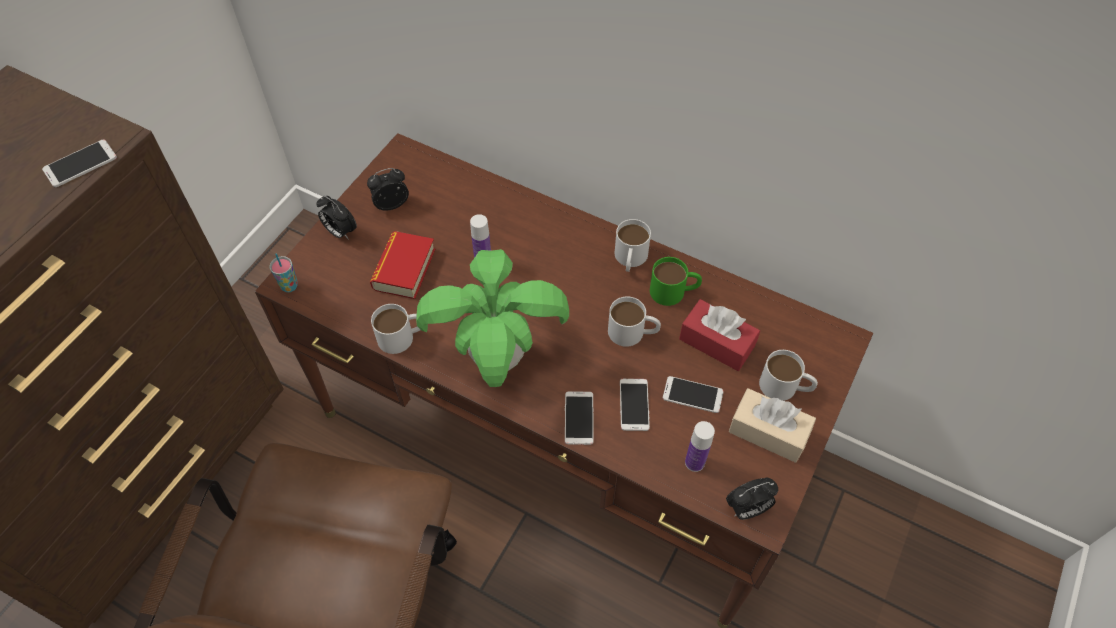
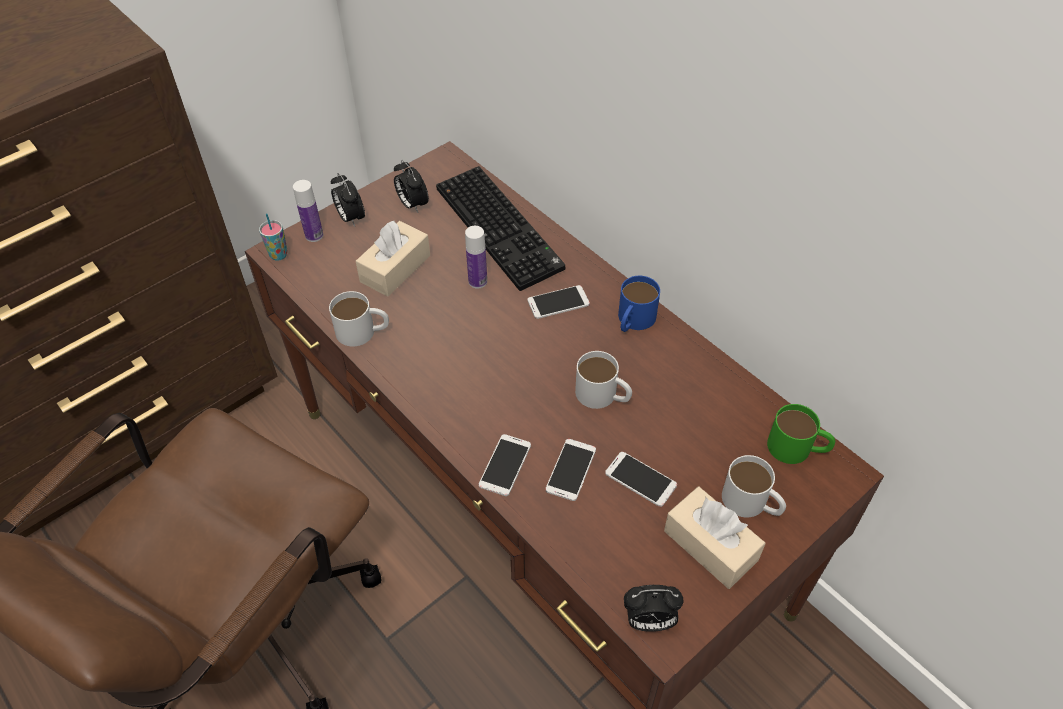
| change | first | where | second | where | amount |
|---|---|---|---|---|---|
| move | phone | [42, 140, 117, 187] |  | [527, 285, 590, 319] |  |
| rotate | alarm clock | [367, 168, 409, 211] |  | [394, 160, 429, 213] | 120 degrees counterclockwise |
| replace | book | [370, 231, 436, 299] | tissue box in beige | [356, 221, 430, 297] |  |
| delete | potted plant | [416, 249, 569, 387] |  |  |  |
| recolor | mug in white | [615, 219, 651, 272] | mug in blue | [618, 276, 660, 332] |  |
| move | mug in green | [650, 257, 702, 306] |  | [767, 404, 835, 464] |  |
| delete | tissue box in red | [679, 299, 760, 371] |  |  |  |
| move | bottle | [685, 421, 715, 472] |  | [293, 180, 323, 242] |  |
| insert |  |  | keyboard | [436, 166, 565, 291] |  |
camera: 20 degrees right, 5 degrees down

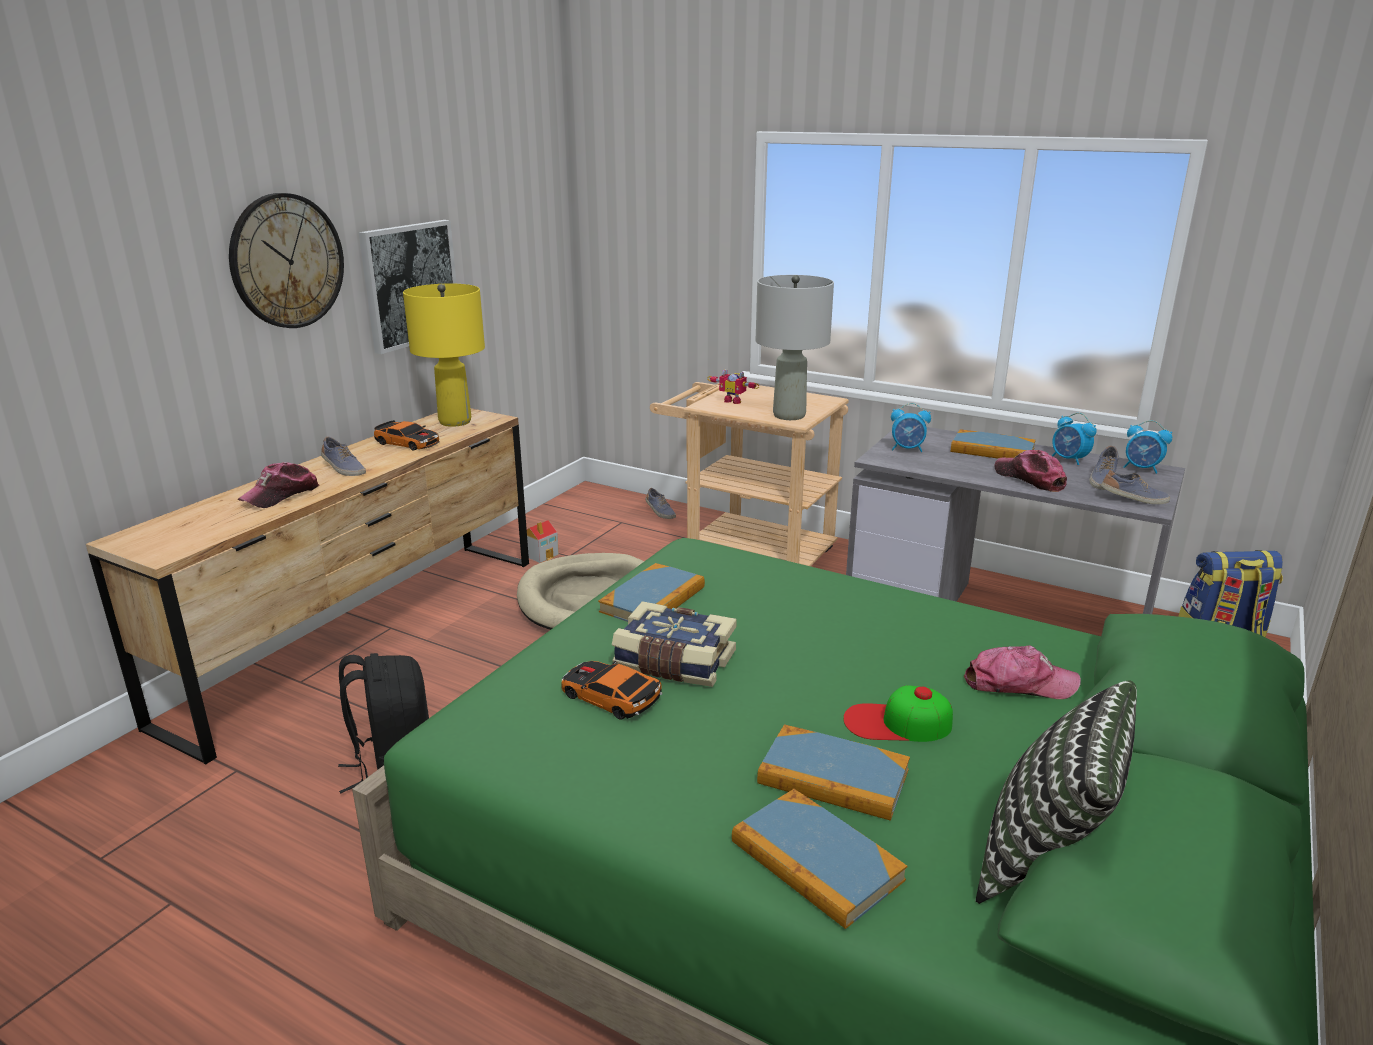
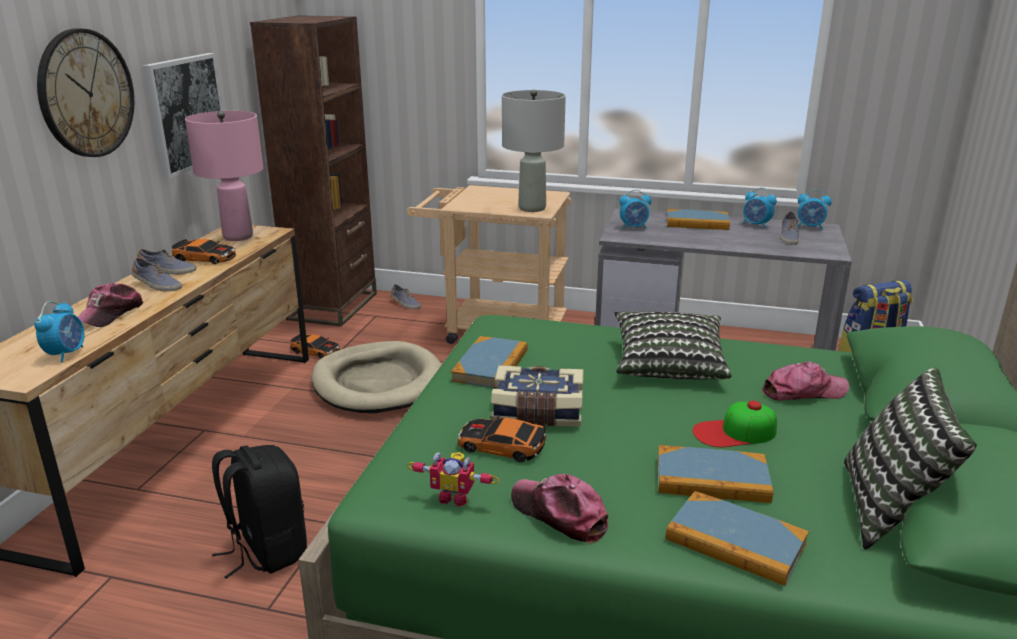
| change | first | where | second | where | amount |
|---|---|---|---|---|---|
| recolor | table lamp in yellow | [403, 284, 485, 427] | table lamp in pink | [185, 111, 263, 241] |  |
| replace | toy house | [527, 520, 559, 563] | toy car | [290, 334, 340, 359] |  |
| move | toy robot | [707, 369, 759, 404] |  | [407, 452, 499, 507] |  |
| move | cap | [994, 450, 1067, 492] |  | [511, 474, 608, 544] |  |
| move | shoe | [1101, 470, 1170, 505] |  | [137, 249, 196, 274] |  |
| insert |  |  | alarm clock | [34, 301, 84, 363] |  |
| insert |  |  | bookcase in brown | [250, 15, 377, 326] |  |
| insert |  |  | pillow | [614, 311, 732, 379] |  |
camera: 15 degrees left, 0 degrees up

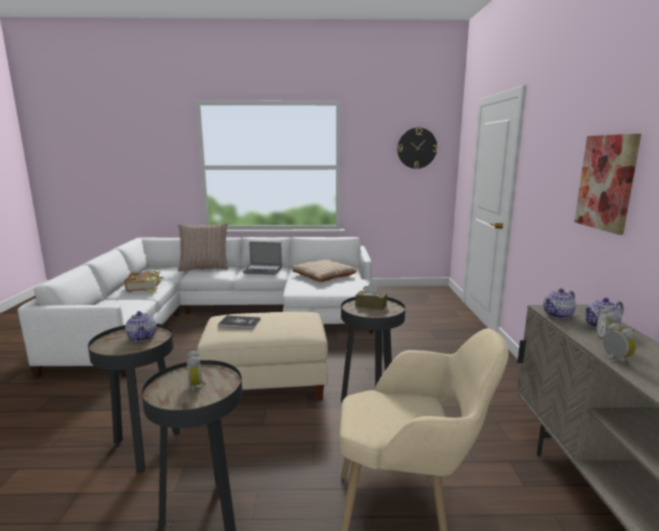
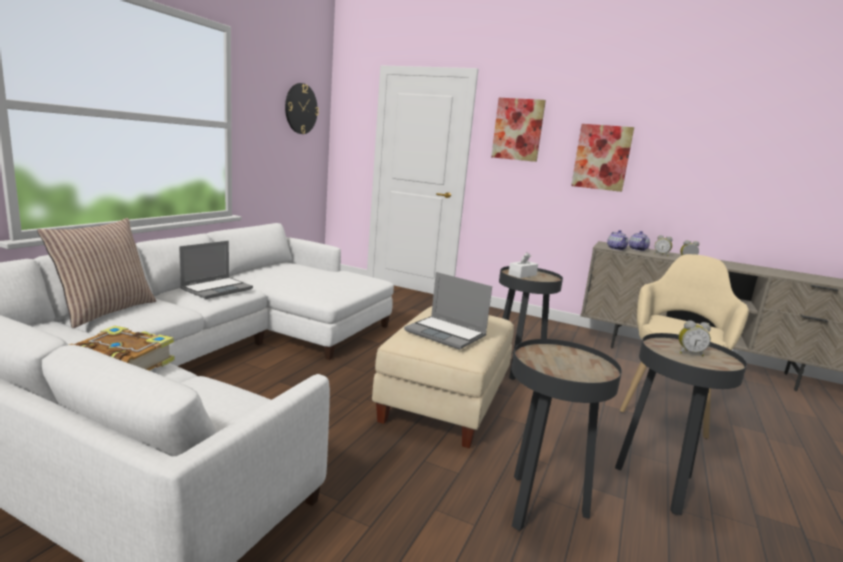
| change | first | where | second | where | amount |
|---|---|---|---|---|---|
| delete | teapot | [125, 311, 157, 342] |  |  |  |
| replace | book | [218, 316, 261, 329] | laptop | [404, 272, 492, 350] |  |
| delete | pillow in beige | [292, 259, 356, 282] |  |  |  |
| recolor | tissue box in brown | [356, 283, 387, 310] | tissue box in white | [508, 252, 538, 278] |  |
| insert |  |  | picture | [491, 98, 546, 162] |  |
camera: 65 degrees left, 0 degrees up

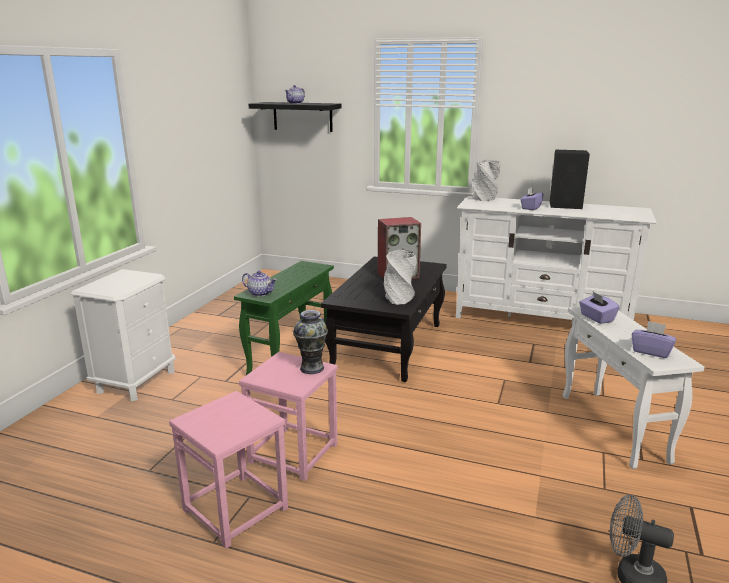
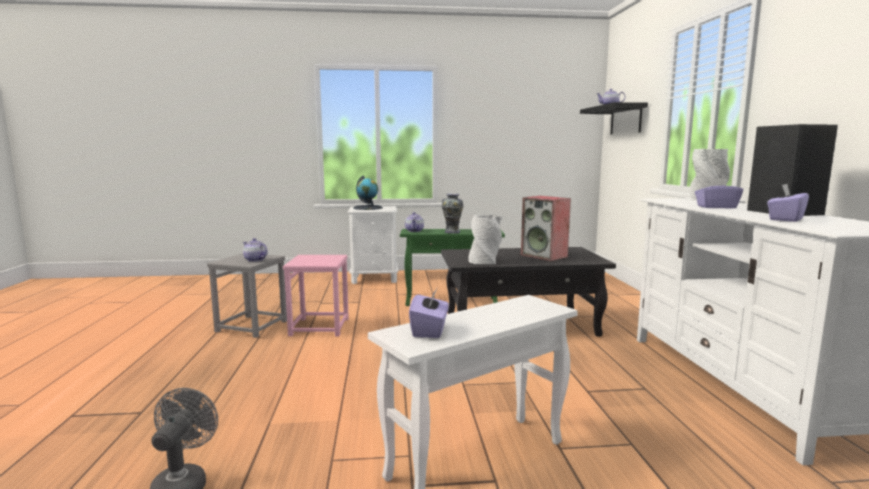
| change | first | where | second | where | amount |
|---|---|---|---|---|---|
| recolor | stool in pink | [169, 391, 288, 548] | stool in grey | [207, 253, 287, 338] |  |
| move | vase | [293, 310, 328, 374] |  | [441, 193, 464, 234] |  |
| move | tissue box in purple | [579, 292, 620, 324] |  | [767, 184, 809, 222] |  |
| insert |  |  | teapot | [243, 238, 268, 262] |  |
| insert |  |  | globe | [353, 175, 383, 210] |  |
camera: 65 degrees right, 10 degrees down

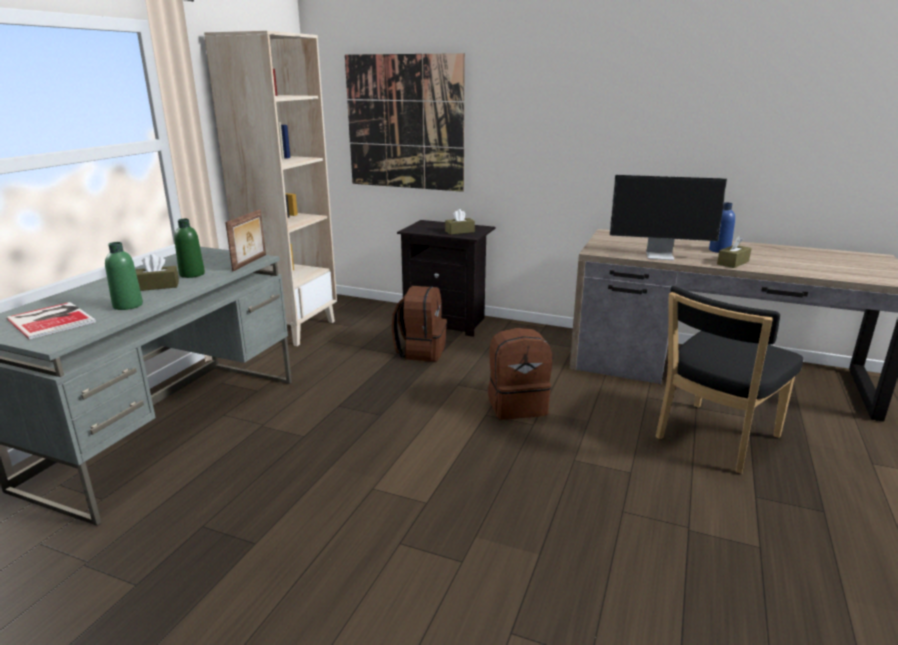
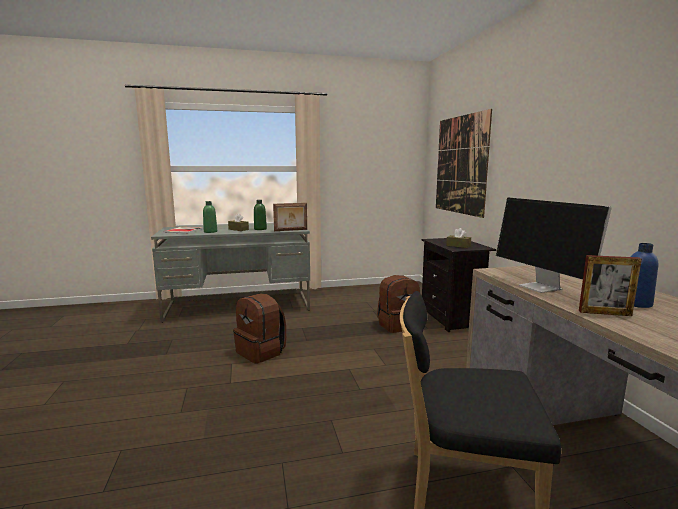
| change | first | where | second | where | amount |
|---|---|---|---|---|---|
| delete | bookcase in beige | [204, 31, 337, 346] |  |  |  |
| move | backpack in brown | [488, 328, 552, 420] |  | [233, 293, 286, 364] |  |
| replace | tissue box in brown | [717, 236, 752, 268] | picture frame | [579, 255, 642, 316] |  |
camera: 55 degrees right, 10 degrees down

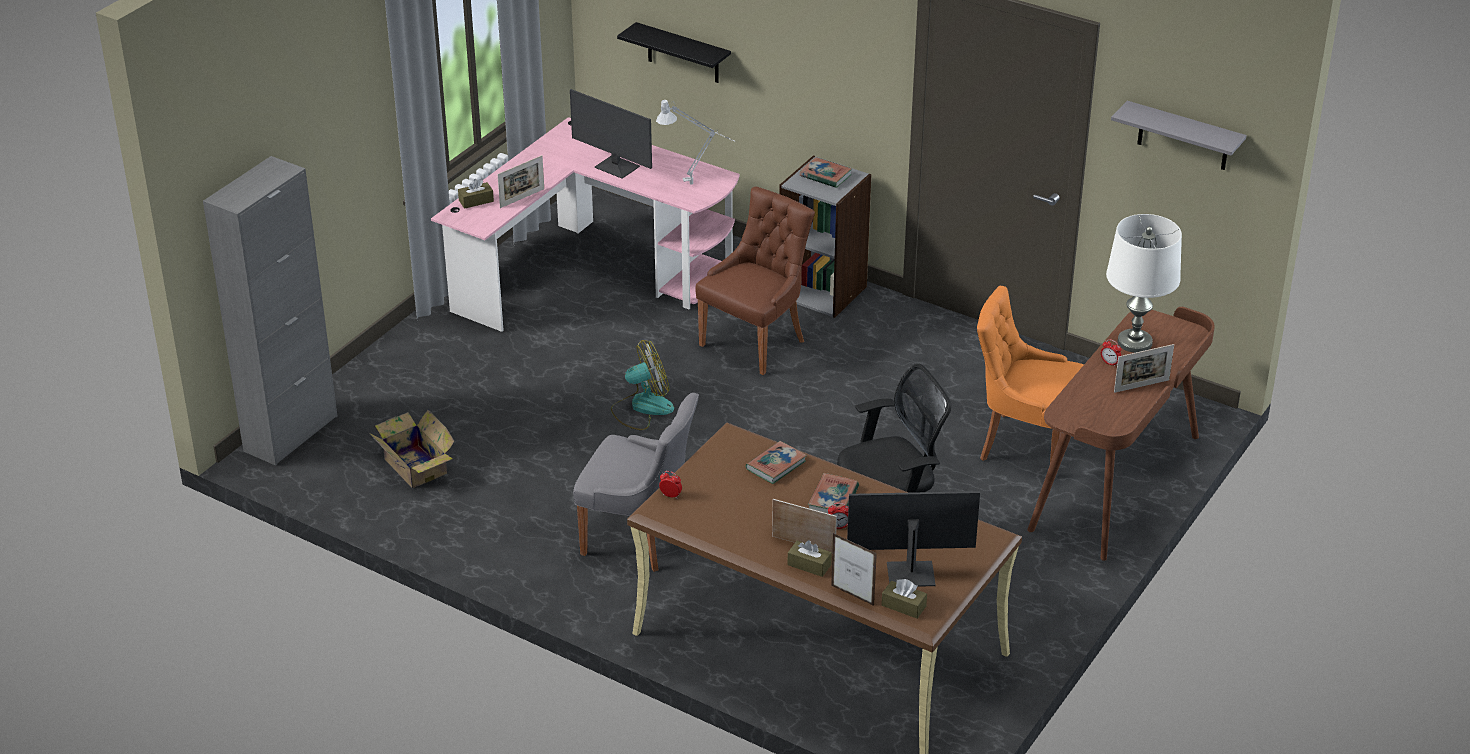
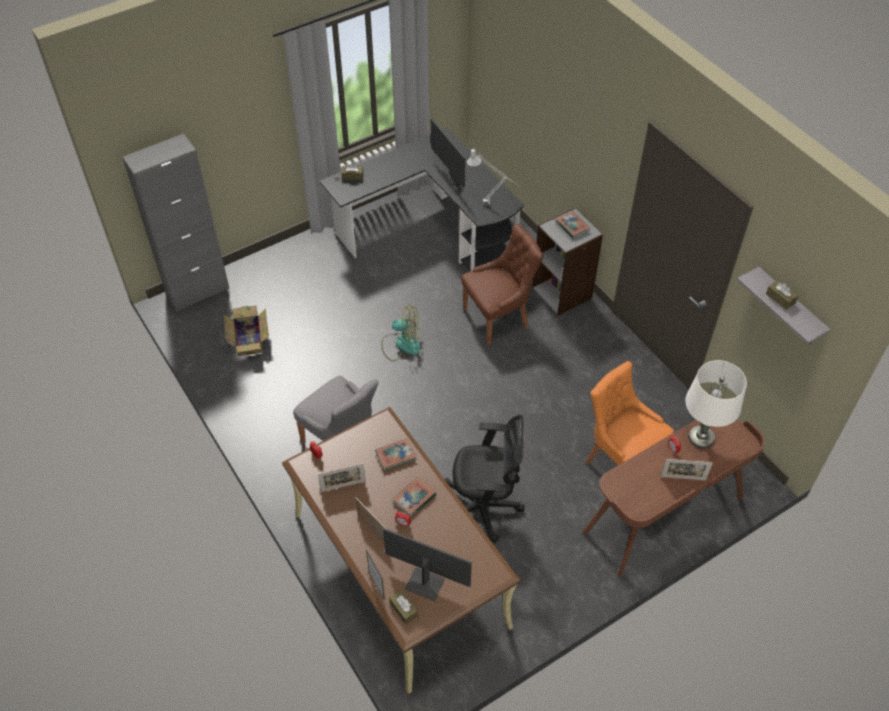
| change | first | where | second | where | amount |
|---|---|---|---|---|---|
| recolor | desk in pink | [431, 117, 739, 332] | desk in black | [319, 128, 524, 271] |  |
| move | picture frame | [498, 155, 544, 208] |  | [318, 463, 366, 492] |  |
| delete | shelf in black | [617, 22, 731, 83] |  |  |  |
| move | tissue box in brown | [787, 540, 832, 577] |  | [766, 280, 799, 310] |  |
camera: 25 degrees right, 15 degrees up

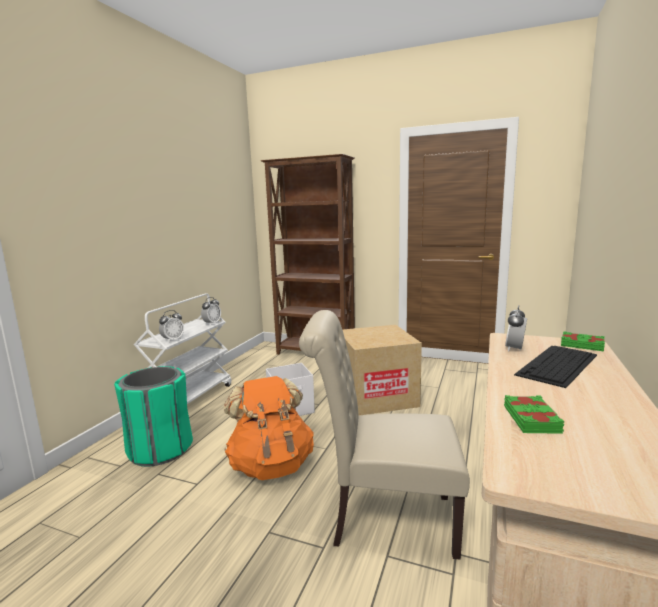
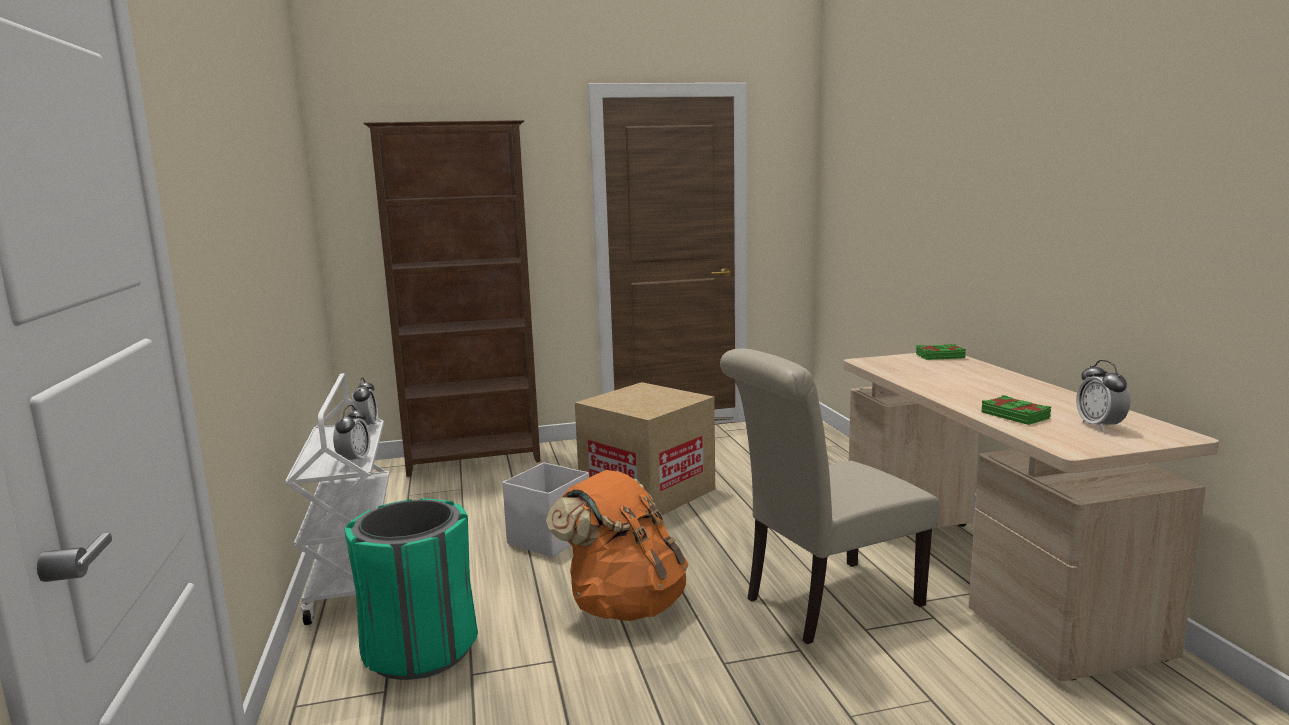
| change | first | where | second | where | amount |
|---|---|---|---|---|---|
| move | alarm clock | [505, 305, 527, 351] |  | [1076, 360, 1130, 431] |  |
| delete | keyboard | [514, 346, 597, 388] |  |  |  |
camera: 35 degrees left, 0 degrees up

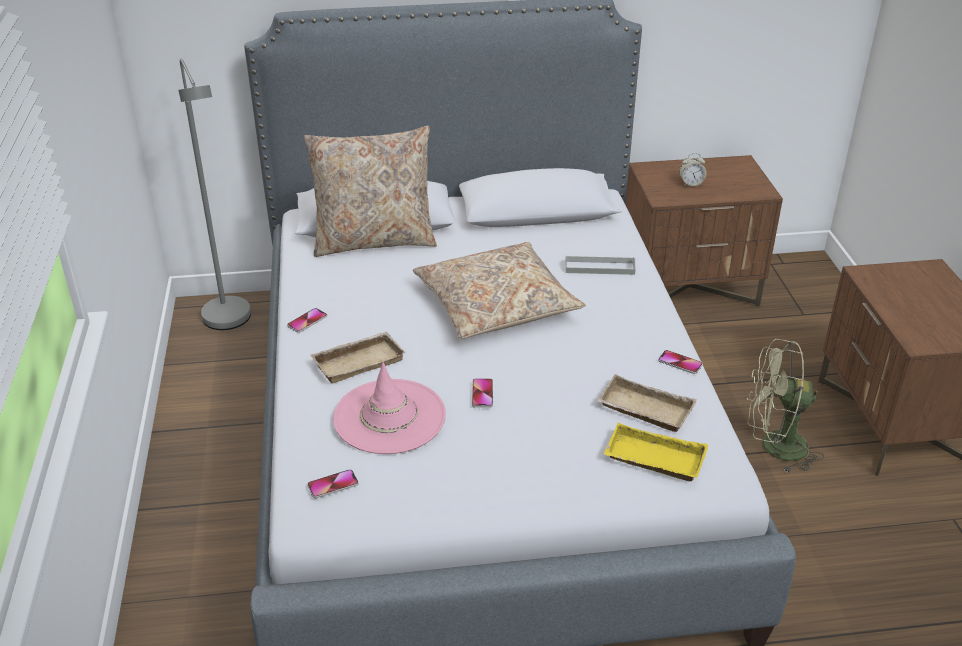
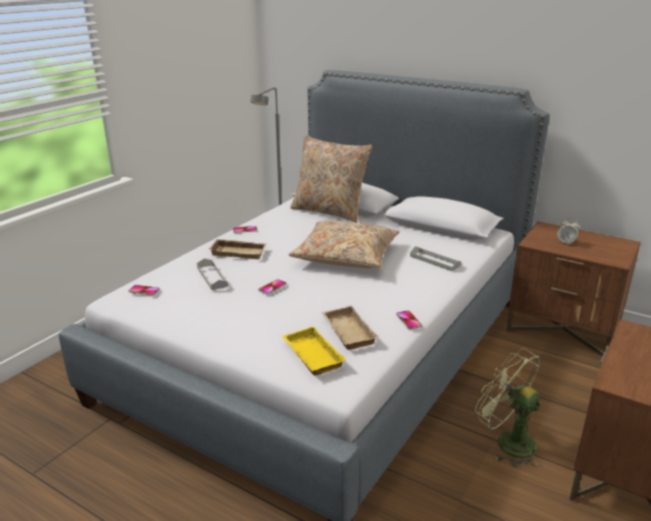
| change | first | where | second | where | amount |
|---|---|---|---|---|---|
| replace | hat in pink | [333, 362, 446, 454] | tray in grey | [197, 258, 228, 290] |  |
camera: 40 degrees right, 10 degrees down

